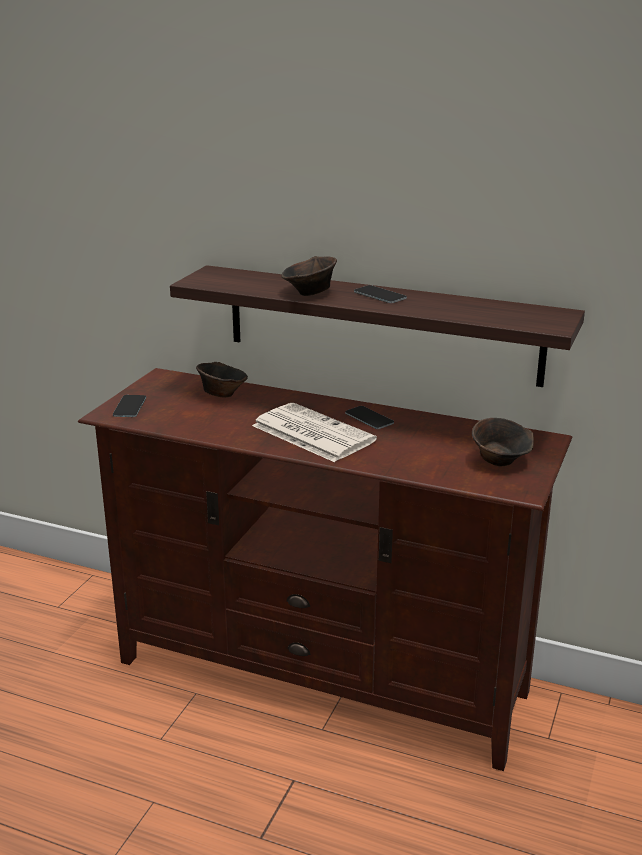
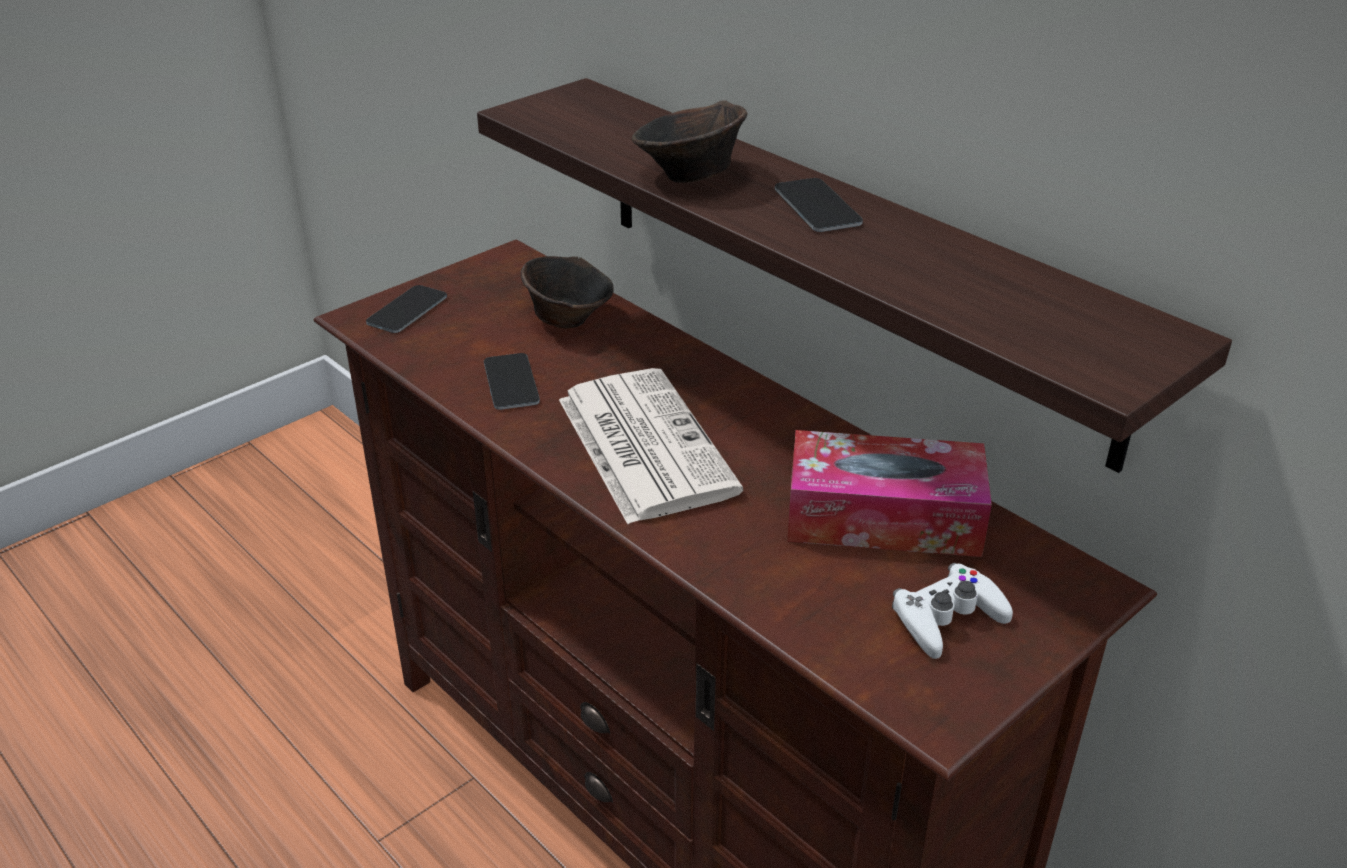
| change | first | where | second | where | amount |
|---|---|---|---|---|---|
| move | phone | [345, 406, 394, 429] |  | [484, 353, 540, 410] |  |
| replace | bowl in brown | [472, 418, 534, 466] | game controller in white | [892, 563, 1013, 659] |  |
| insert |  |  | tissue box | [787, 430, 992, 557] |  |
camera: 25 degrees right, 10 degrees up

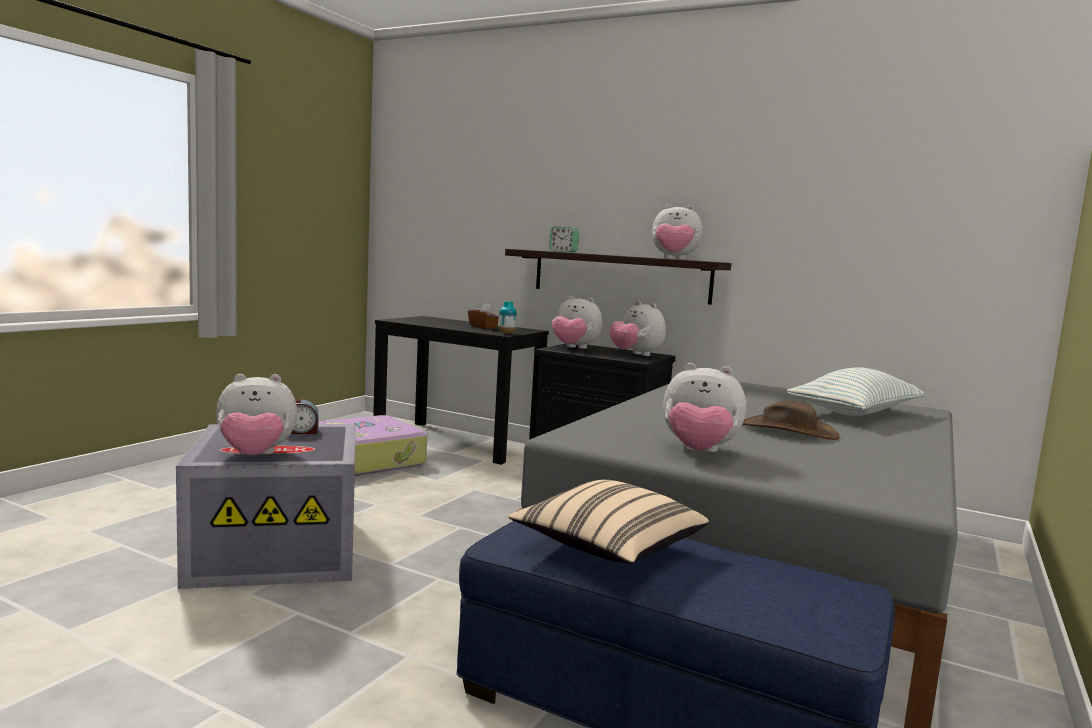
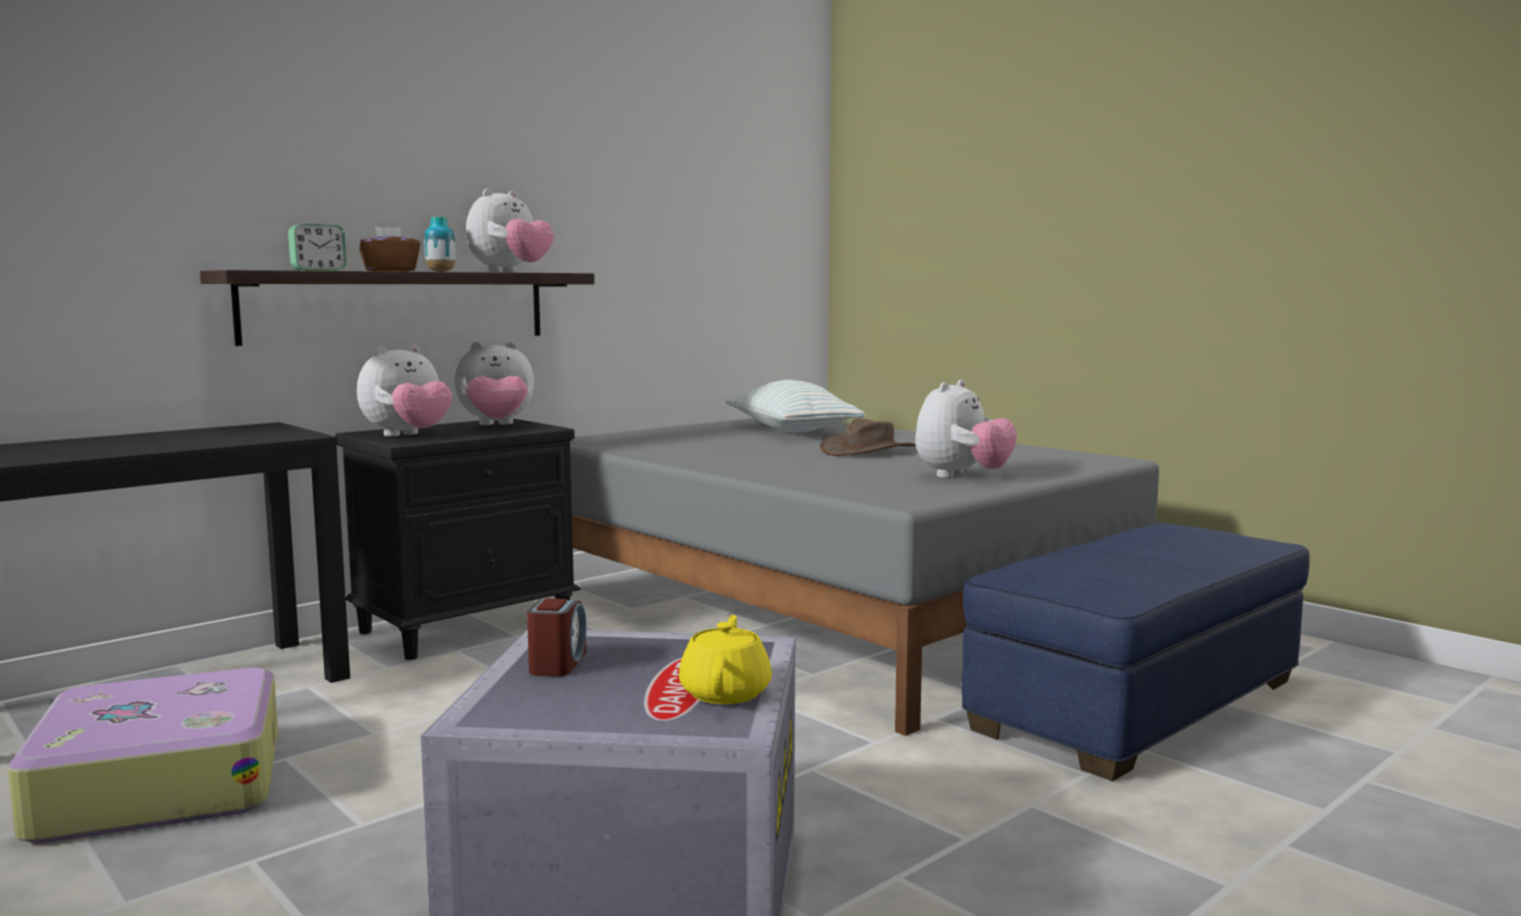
| change | first | where | second | where | amount |
|---|---|---|---|---|---|
| replace | plush toy | [216, 374, 297, 455] | teapot in yellow | [679, 615, 772, 704] |  |
| move | tissue box in brown | [468, 304, 499, 329] |  | [359, 227, 420, 271] |  |
| move | vase | [499, 301, 517, 334] |  | [424, 217, 456, 272] |  |
| delete | pillow in beige | [509, 480, 709, 564] |  |  |  |
camera: 70 degrees left, 0 degrees up

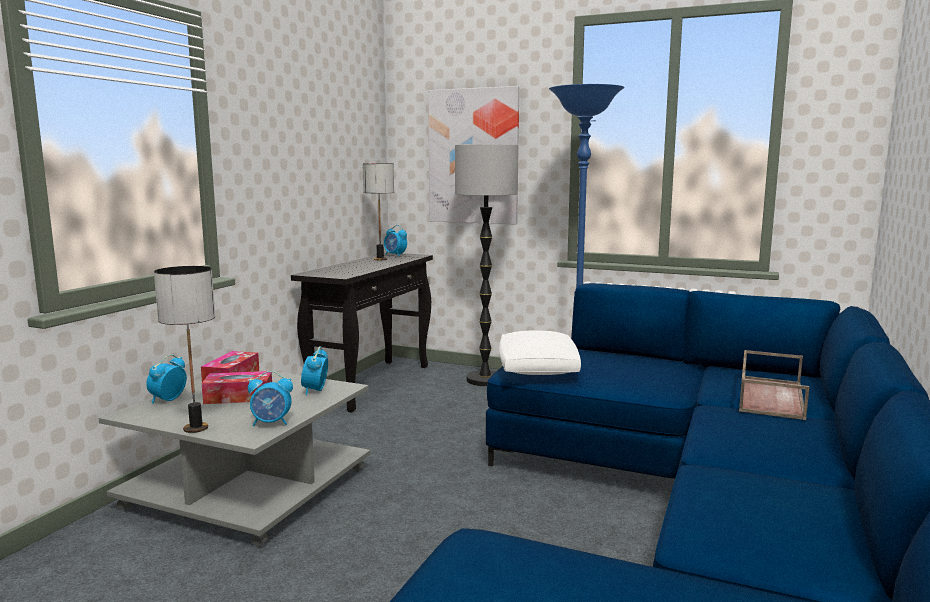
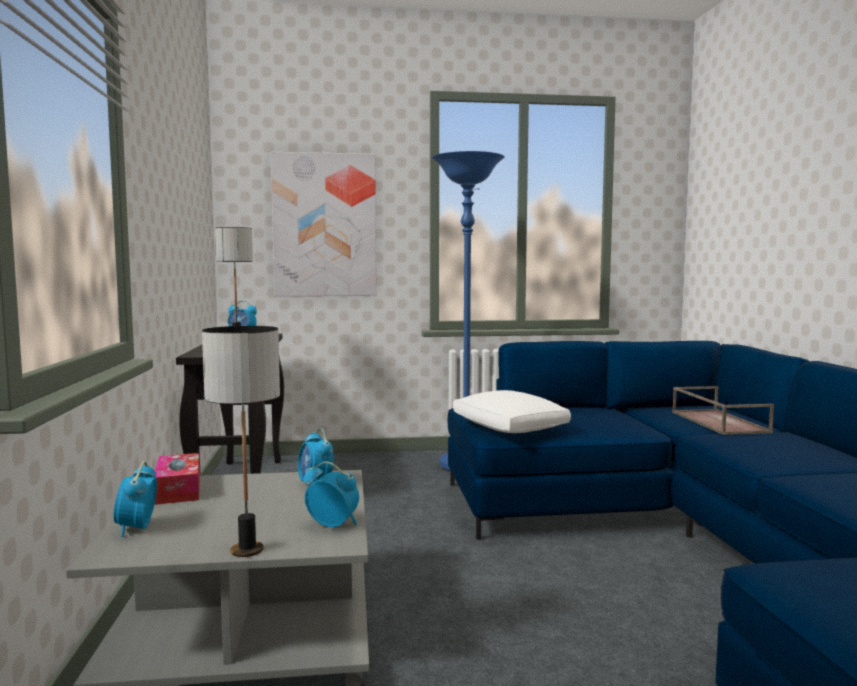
| change | first | where | second | where | amount |
|---|---|---|---|---|---|
| delete | tissue box | [202, 371, 272, 404] |  |  |  |
| rotate | alarm clock | [248, 371, 293, 426] |  | [304, 462, 359, 527] | 120 degrees counterclockwise |
| delete | floor lamp | [455, 144, 518, 386] |  |  |  |
camera: 30 degrees left, 5 degrees down

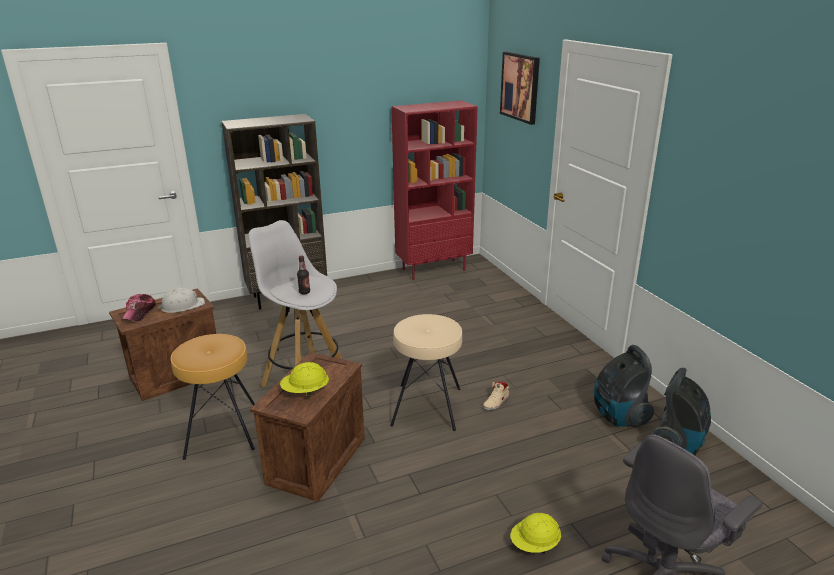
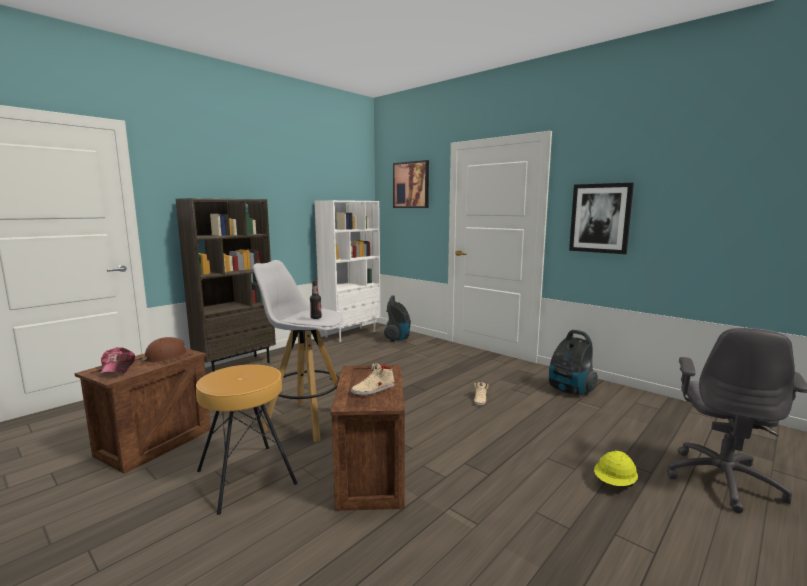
| change | first | where | second | where | amount |
|---|---|---|---|---|---|
| recolor | hard hat in white | [157, 288, 205, 313] | hard hat in brown | [141, 337, 194, 363] |  |
| replace | hard hat in yellow | [280, 362, 329, 397] | shoe in beige | [351, 363, 394, 395] |  |
| delete | stool in beige | [390, 314, 462, 431] |  |  |  |
| recolor | bookcase in red | [391, 100, 478, 280] | bookcase in white | [314, 200, 381, 342] |  |
| move | vacuum cleaner | [652, 368, 711, 455] |  | [384, 295, 411, 342] |  |
| insert |  |  | picture | [569, 183, 634, 254] |  |
camera: 25 degrees left, 15 degrees down

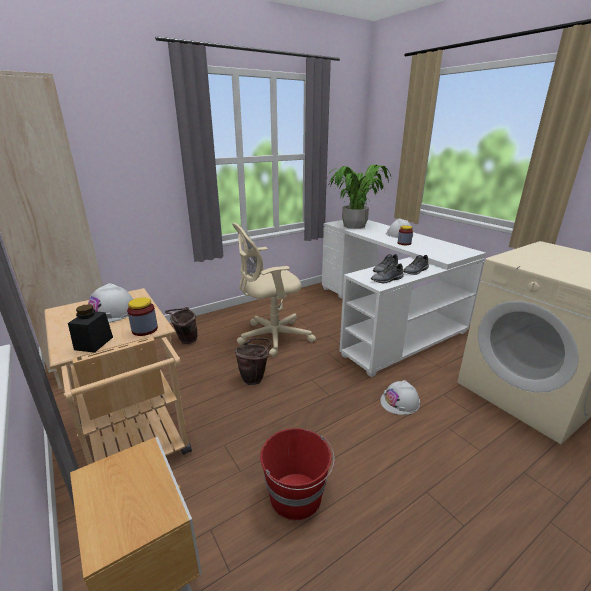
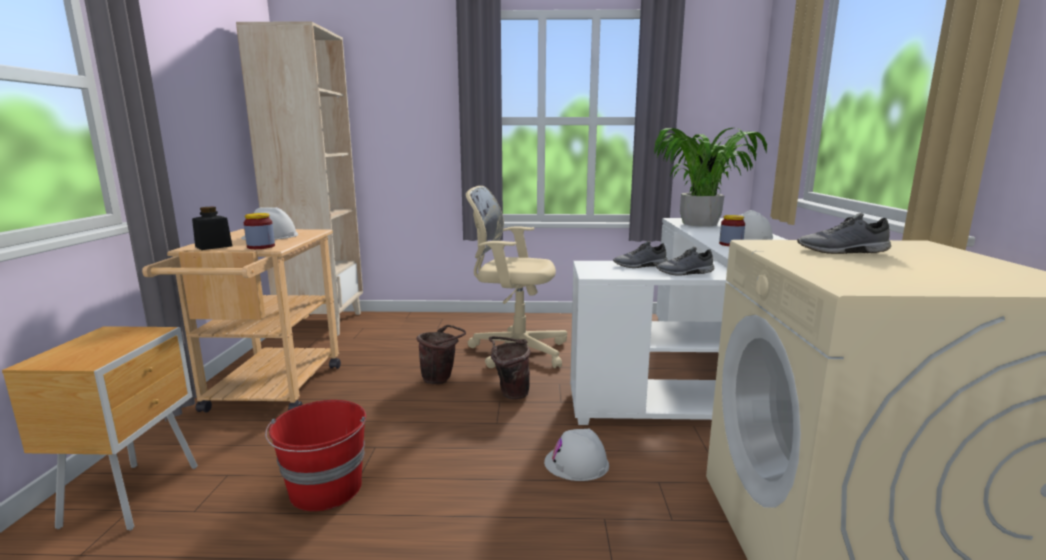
| change | first | where | second | where | amount |
|---|---|---|---|---|---|
| move | bucket in brown | [165, 307, 198, 344] |  | [489, 336, 531, 399] |  |
| move | shoe in grey | [371, 263, 404, 283] |  | [797, 213, 891, 254] |  |
camera: 35 degrees right, 10 degrees down

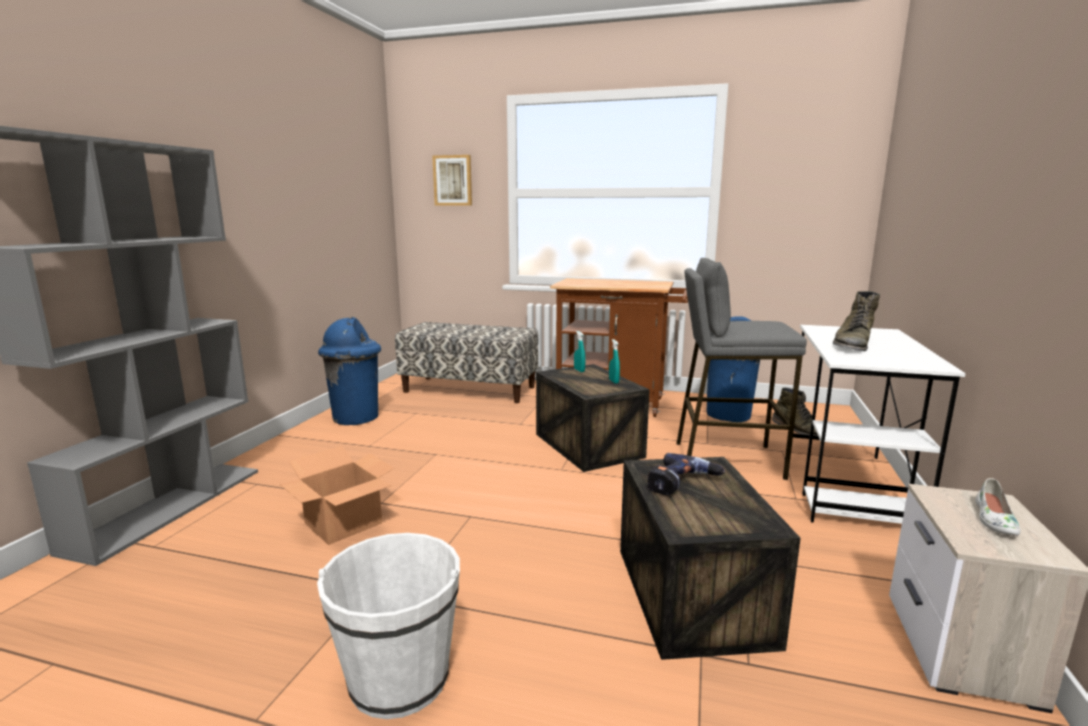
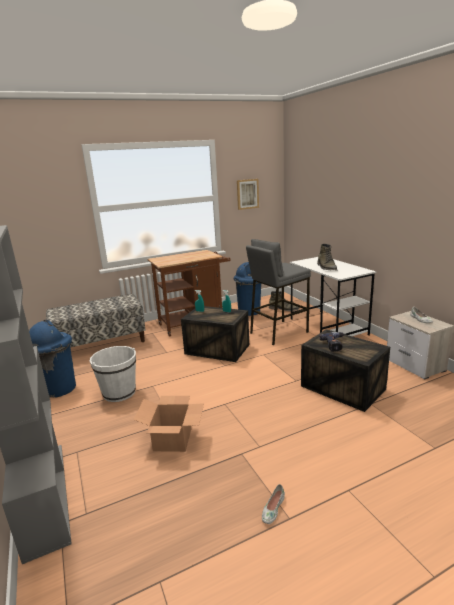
| change | first | where | second | where | amount |
|---|---|---|---|---|---|
| move | bucket in white | [317, 533, 460, 719] |  | [90, 346, 136, 402] |  |
| move | picture | [432, 155, 472, 206] |  | [237, 179, 259, 210] |  |
| insert |  |  | shoe in white | [262, 484, 285, 524] |  |
camera: 40 degrees left, 5 degrees up

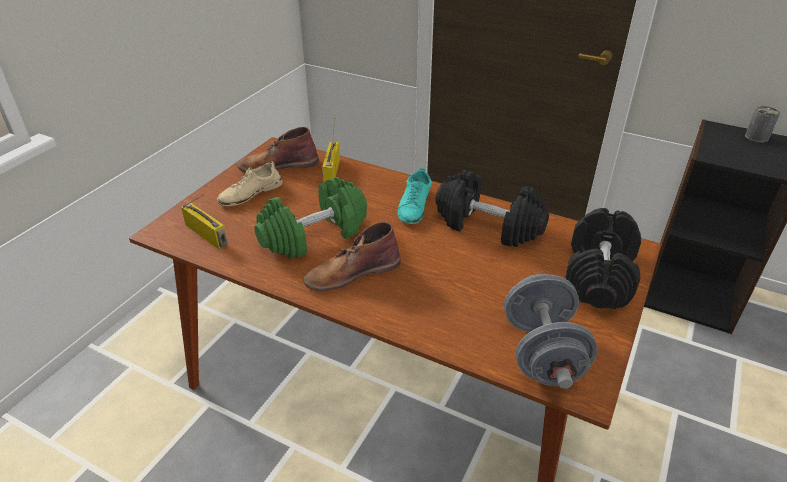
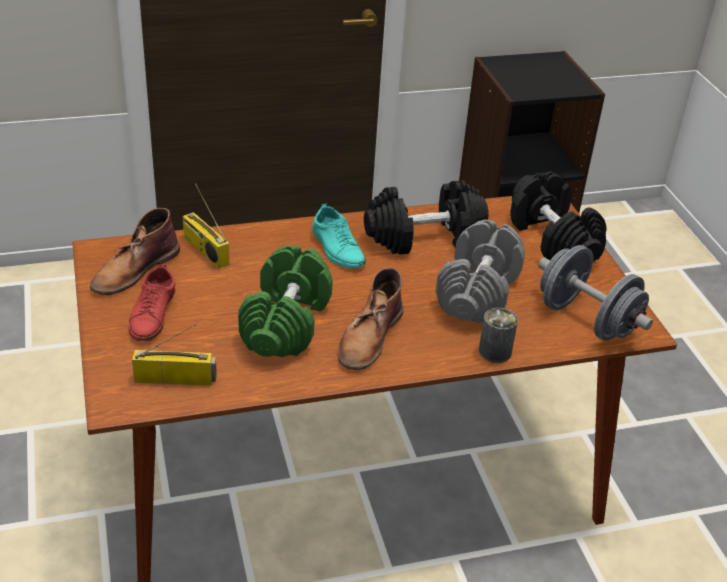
| change | first | where | second | where | amount |
|---|---|---|---|---|---|
| recolor | shoe in beige | [217, 161, 283, 206] | shoe in red | [129, 264, 175, 341] |  |
| move | can | [745, 106, 780, 143] |  | [479, 308, 518, 363] |  |
| insert |  |  | dumbbell in grey | [436, 219, 525, 323] |  |
camera: 45 degrees left, 0 degrees up

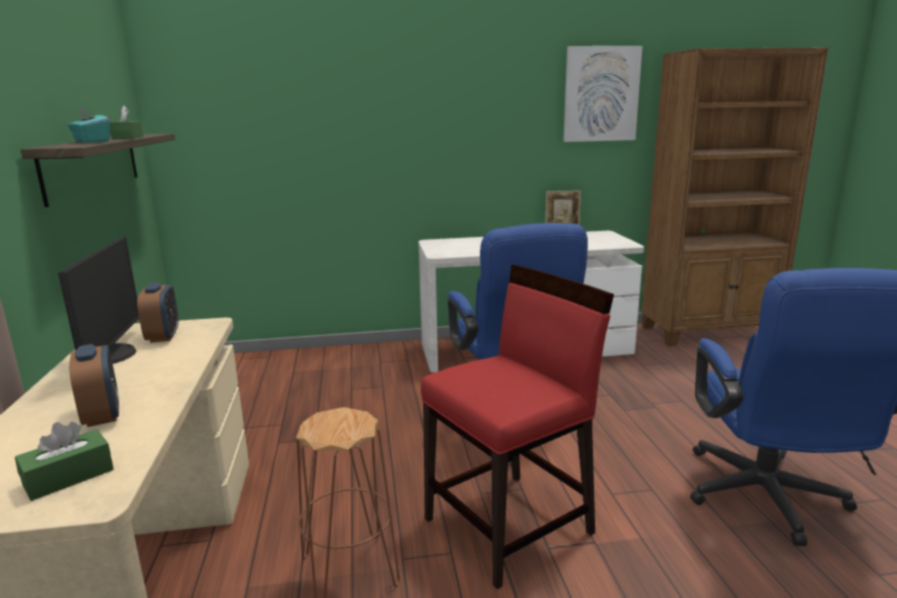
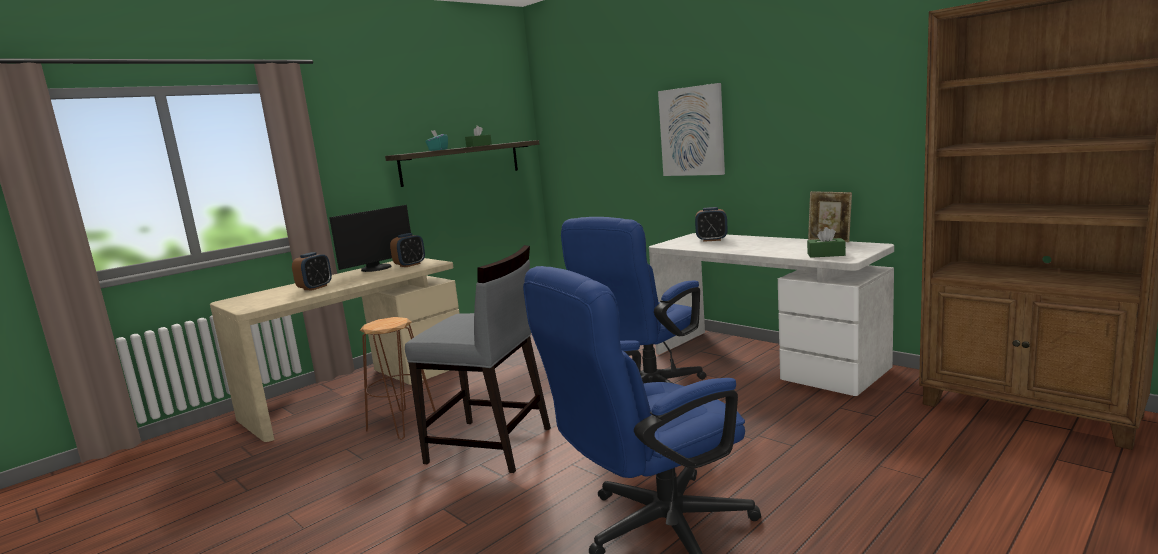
| change | first | where | second | where | amount |
|---|---|---|---|---|---|
| move | tissue box in green | [15, 422, 114, 501] |  | [807, 227, 846, 258] |  |
| recolor | chair in red | [421, 265, 614, 589] | chair in grey | [405, 245, 551, 473] |  |
| move | picture | [563, 46, 643, 142] |  | [658, 83, 725, 176] |  |
| insert |  |  | alarm clock | [695, 207, 728, 242] |  |
camera: 55 degrees right, 5 degrees down

